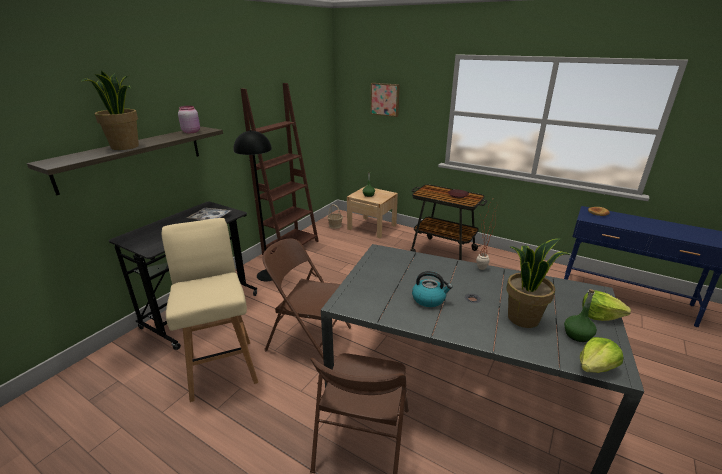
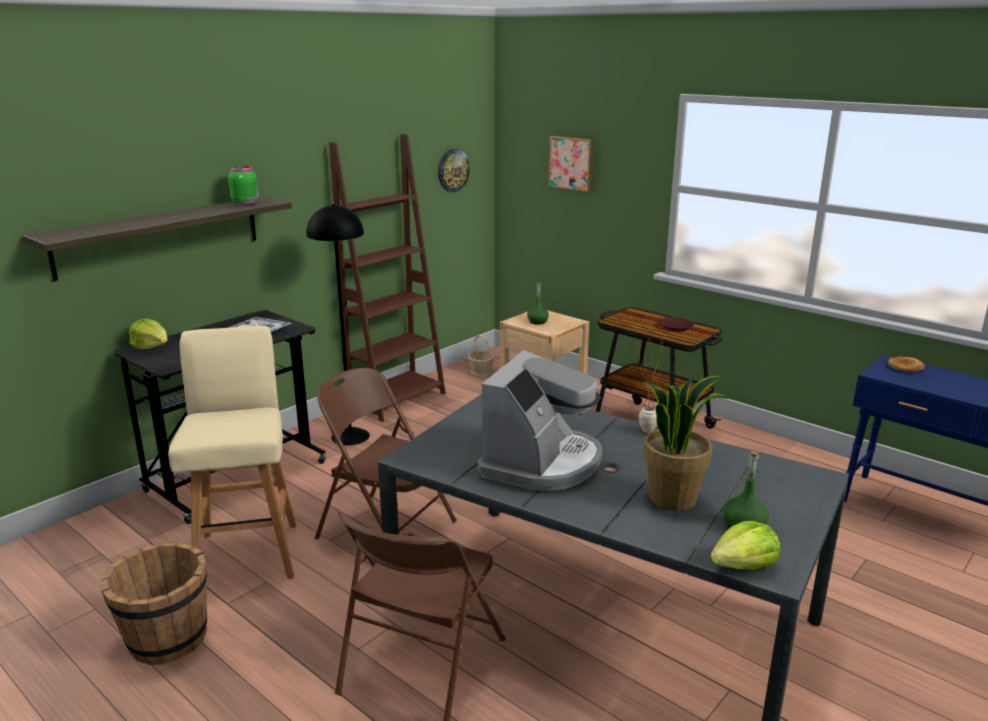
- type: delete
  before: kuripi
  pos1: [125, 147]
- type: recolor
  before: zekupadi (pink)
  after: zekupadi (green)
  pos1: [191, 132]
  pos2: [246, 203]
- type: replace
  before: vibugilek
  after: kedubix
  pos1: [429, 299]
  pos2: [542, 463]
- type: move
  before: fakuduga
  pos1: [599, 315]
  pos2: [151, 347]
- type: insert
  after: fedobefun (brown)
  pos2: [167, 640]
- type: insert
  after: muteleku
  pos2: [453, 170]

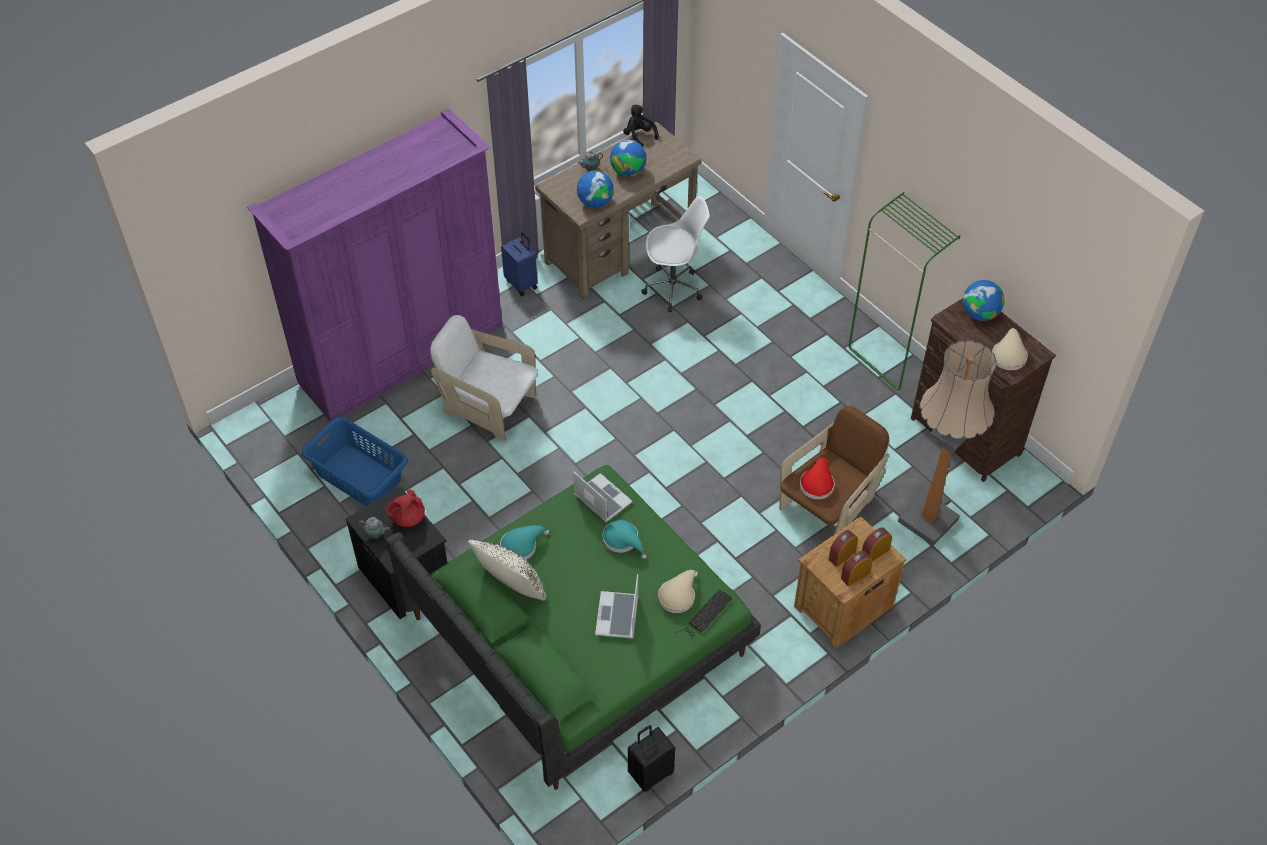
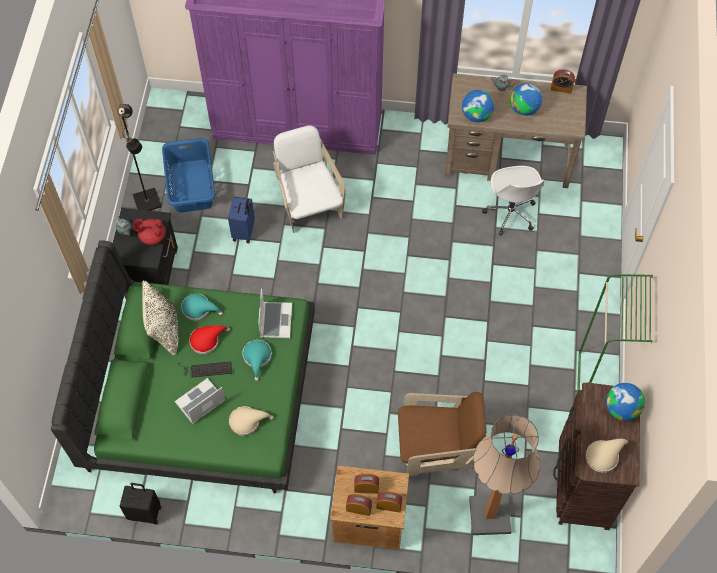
- type: move
  before: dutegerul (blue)
  pos1: [522, 284]
  pos2: [244, 231]
- type: replace
  before: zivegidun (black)
  after: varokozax
  pos1: [639, 136]
  pos2: [561, 88]
- type: rotate
  before: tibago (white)
  pos1: [674, 289]
  pos2: [510, 215]
  turn: 45
- type: move
  before: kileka
  pos1: [705, 615]
  pos2: [206, 369]
- type: move
  before: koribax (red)
  pos1: [817, 483]
  pos2: [206, 340]
- type: insert
  after: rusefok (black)
  pos2: [147, 201]

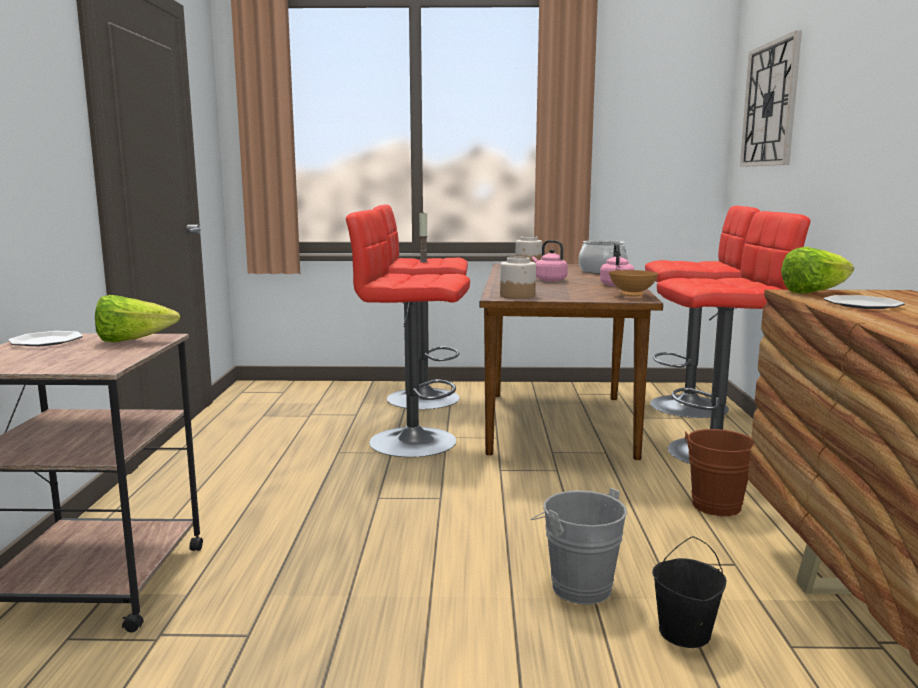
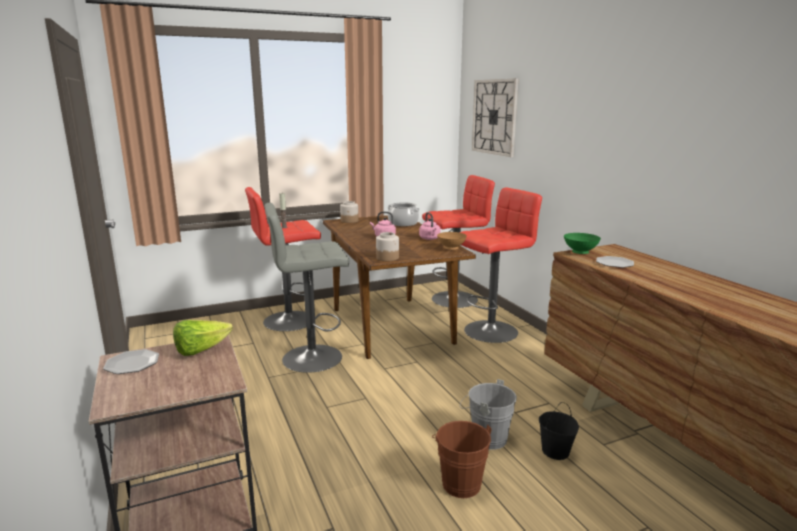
- type: recolor
  before: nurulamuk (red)
  after: nurulamuk (grey)
  pos1: [412, 441]
  pos2: [311, 358]
- type: move
  before: fedobefun (brown)
  pos1: [715, 503]
  pos2: [459, 481]
- type: replace
  before: fakuduga
  after: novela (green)
  pos1: [814, 292]
  pos2: [579, 253]

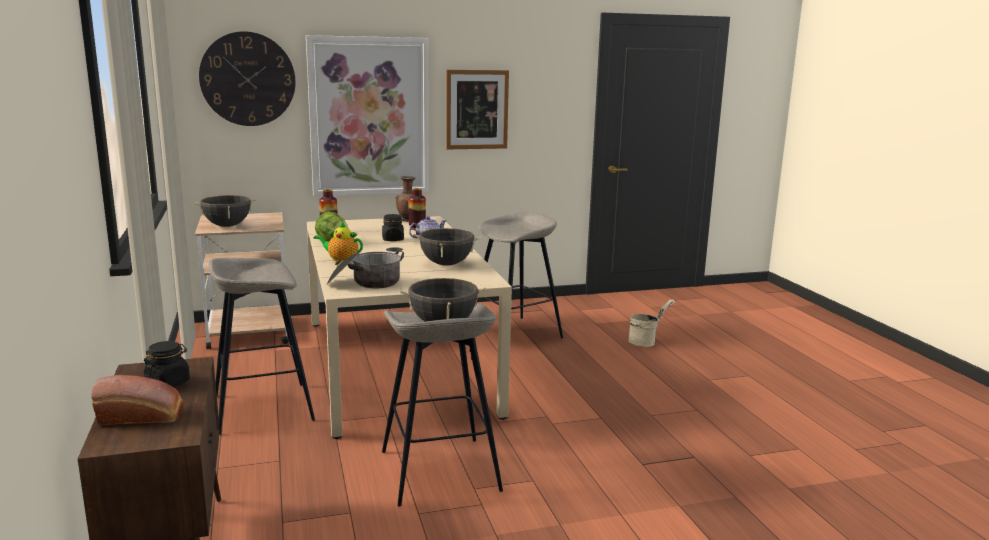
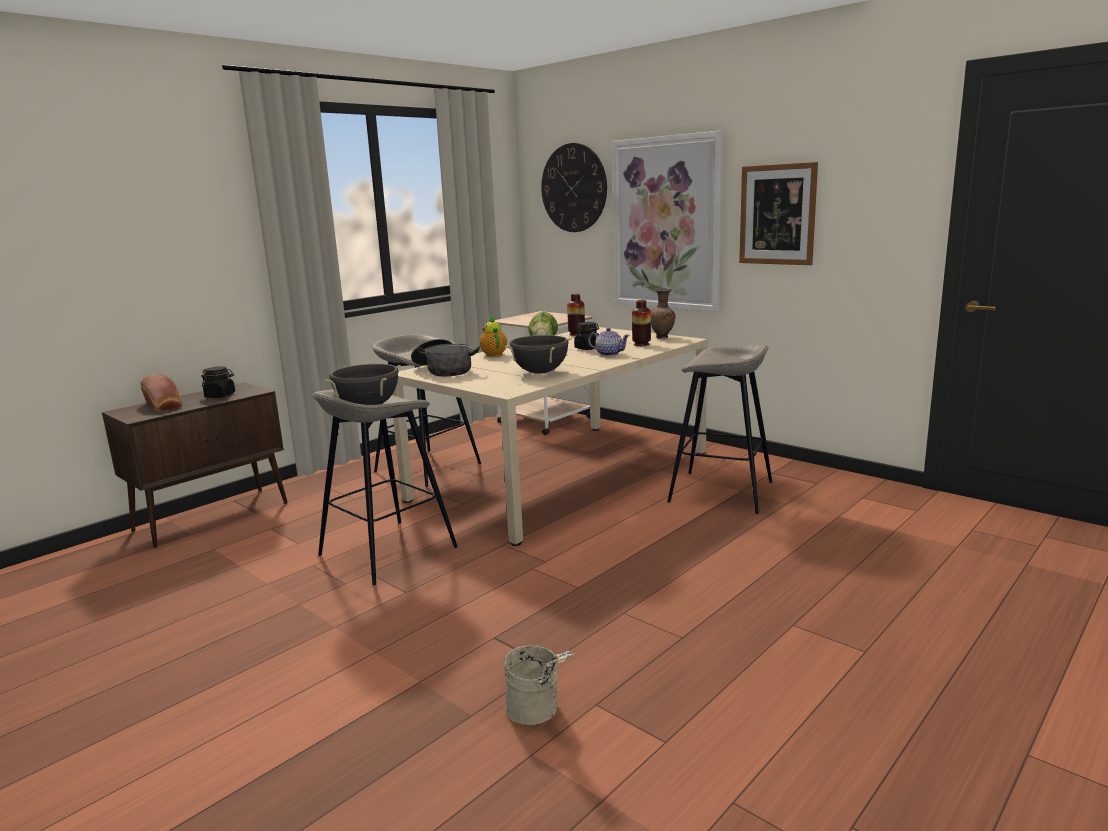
- type: delete
  before: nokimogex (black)
  pos1: [227, 226]
- type: move
  before: fedobefun (beige)
  pos1: [646, 342]
  pos2: [538, 713]

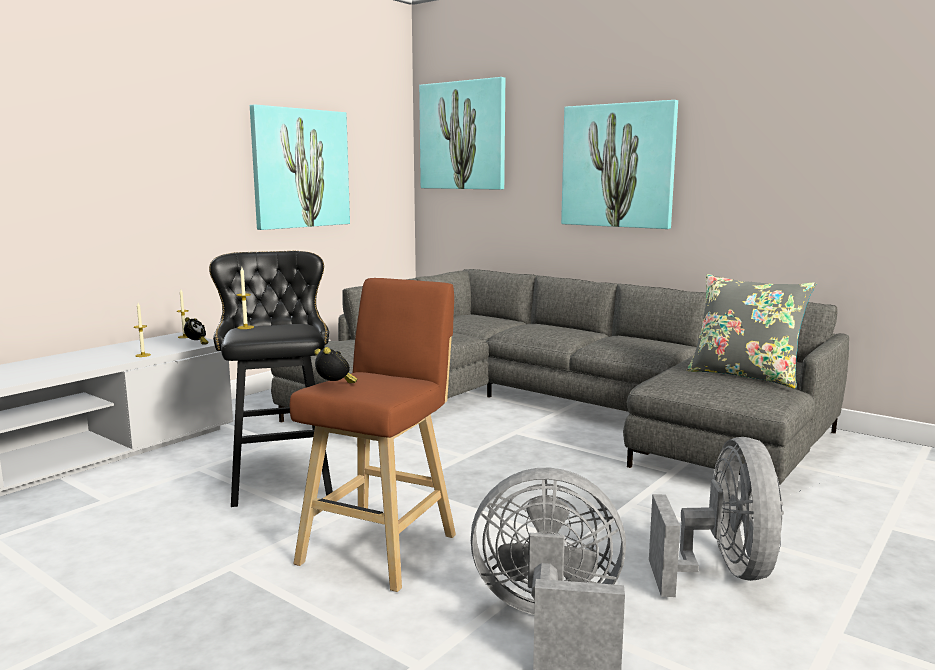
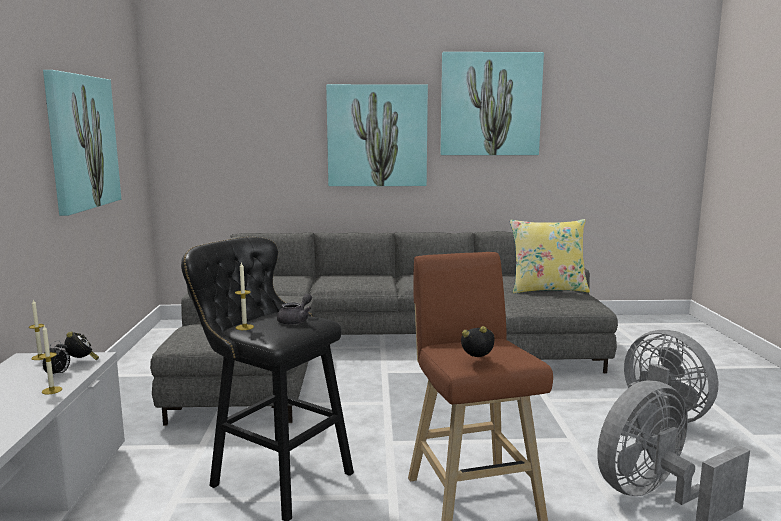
- type: move
  before: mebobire
  pos1: [463, 136]
  pos2: [490, 104]
- type: recolor
  before: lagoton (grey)
  after: lagoton (yellow)
  pos1: [745, 376]
  pos2: [547, 289]
- type: insert
  after: varokozax
  pos2: [58, 374]
- type: insert
  after: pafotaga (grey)
  pos2: [296, 320]

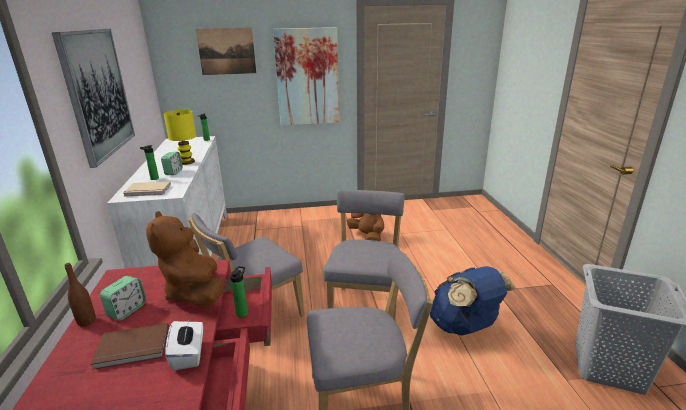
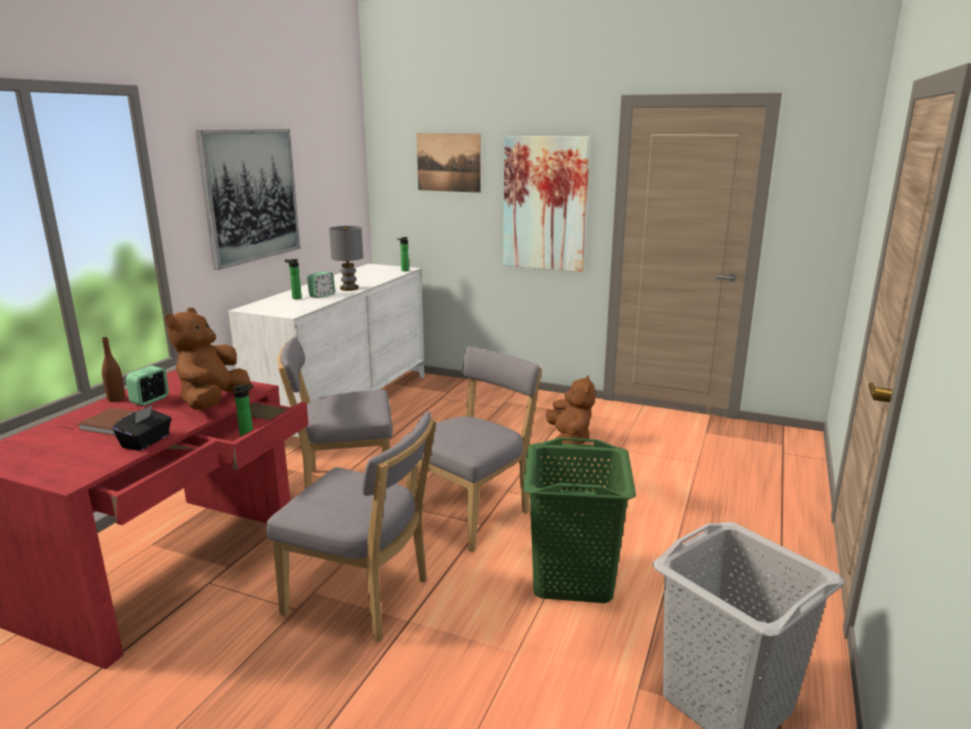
- type: rotate
  before: varokozax
  pos1: [127, 310]
  pos2: [150, 400]
  turn: 150
- type: delete
  before: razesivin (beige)
  pos1: [147, 191]
- type: recolor
  before: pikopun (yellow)
  after: pikopun (grey)
  pos1: [186, 162]
  pos2: [348, 288]
- type: recolor
  before: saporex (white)
  after: saporex (black)
  pos1: [189, 354]
  pos2: [146, 442]
- type: replace
  before: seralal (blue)
  after: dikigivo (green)
  pos1: [465, 327]
  pos2: [572, 578]

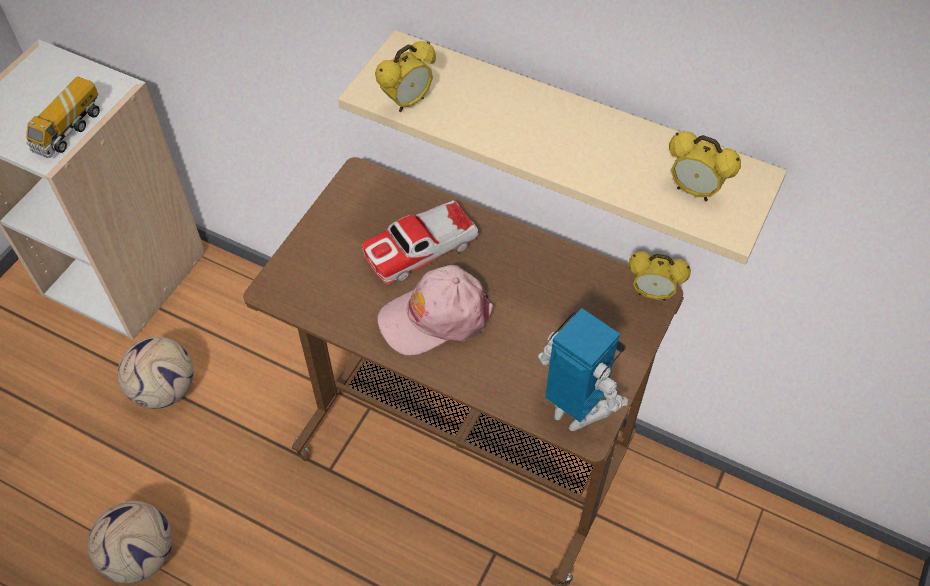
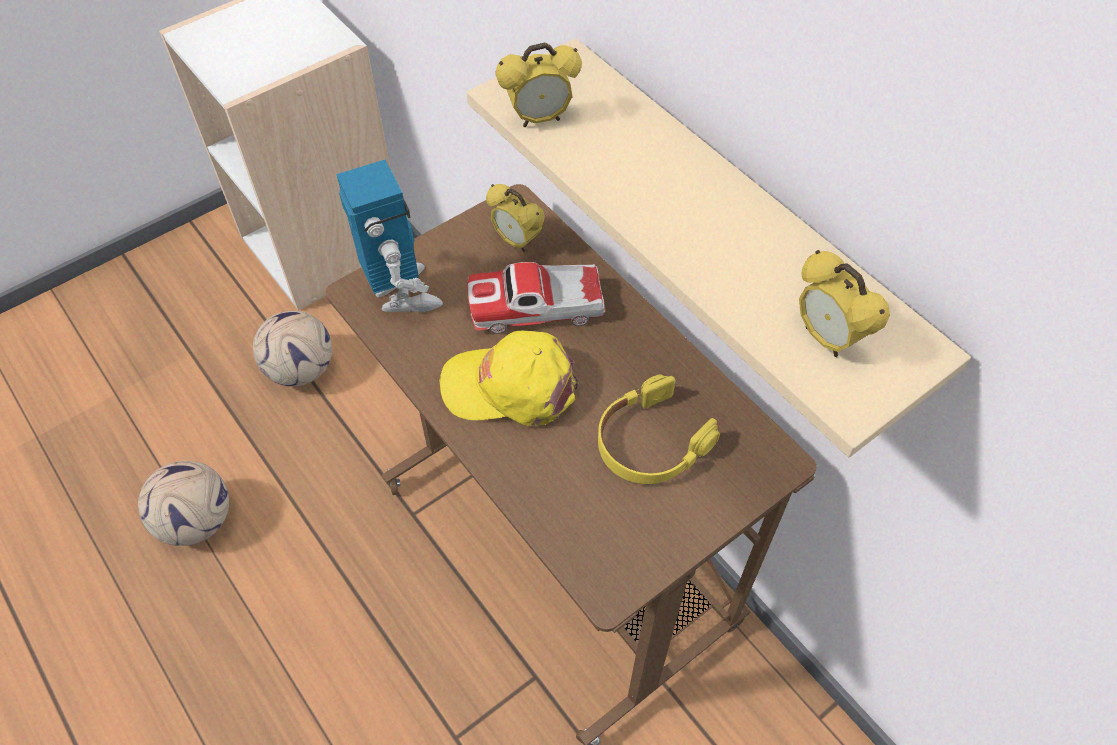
- type: delete
  before: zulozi
  pos1: [68, 130]
- type: recolor
  before: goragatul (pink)
  after: goragatul (yellow)
  pos1: [435, 317]
  pos2: [510, 386]
- type: move
  before: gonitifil
  pos1: [576, 409]
  pos2: [402, 294]
- type: move
  before: varokozax
  pos1: [652, 293]
  pos2: [517, 242]
- type: insert
  after: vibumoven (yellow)
  pos2: [650, 442]

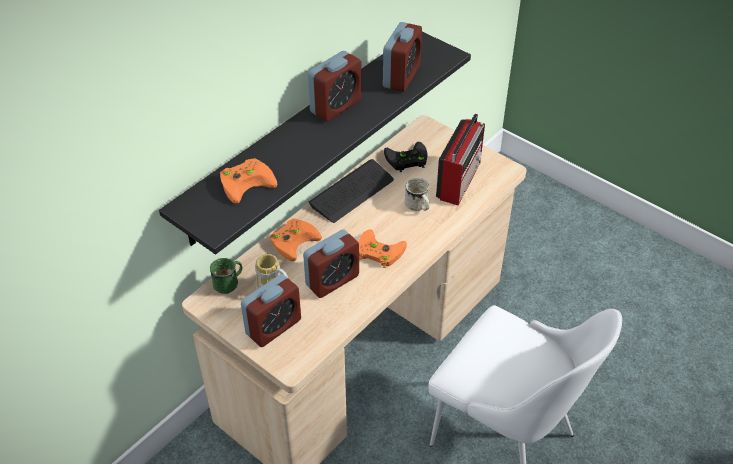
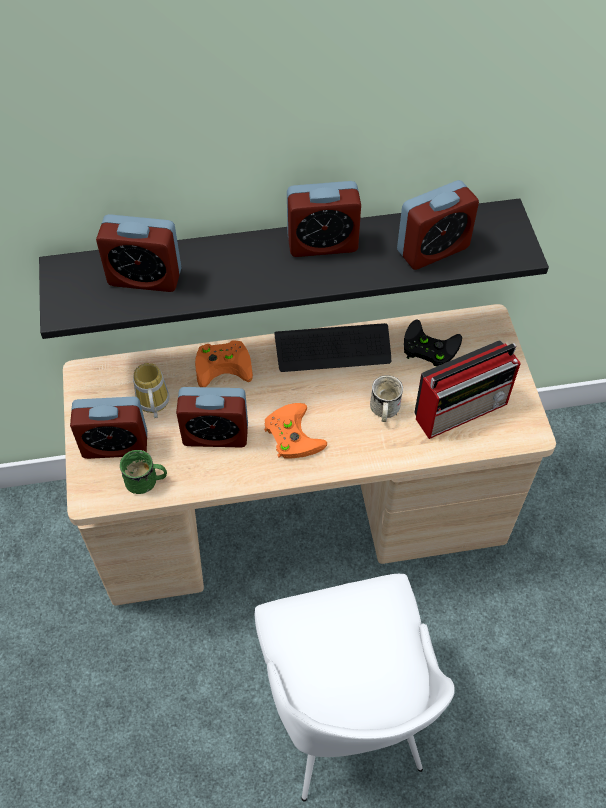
- type: move
  before: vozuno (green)
  pos1: [229, 283]
  pos2: [146, 481]
- type: replace
  before: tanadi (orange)
  after: varokozax
  pos1: [247, 181]
  pos2: [145, 277]

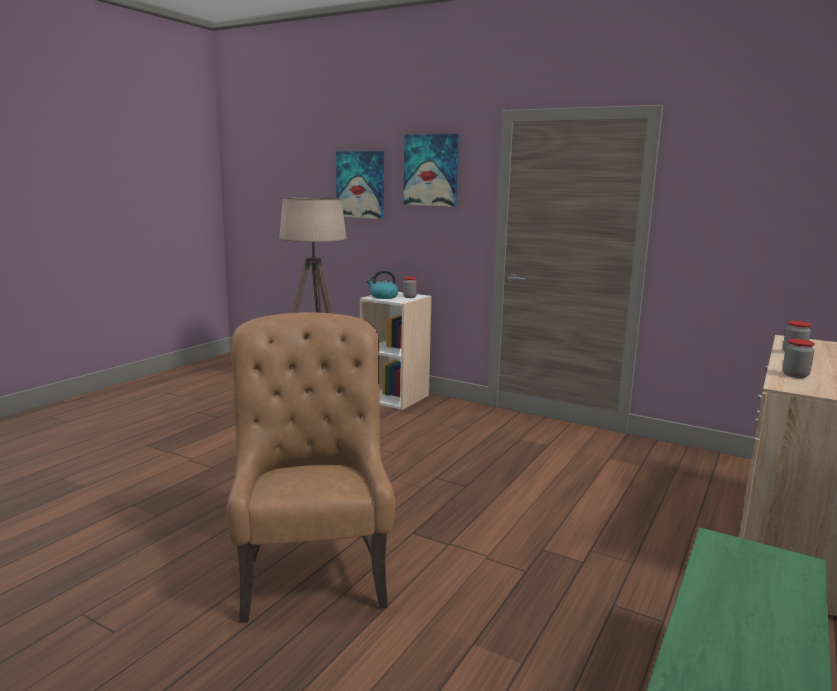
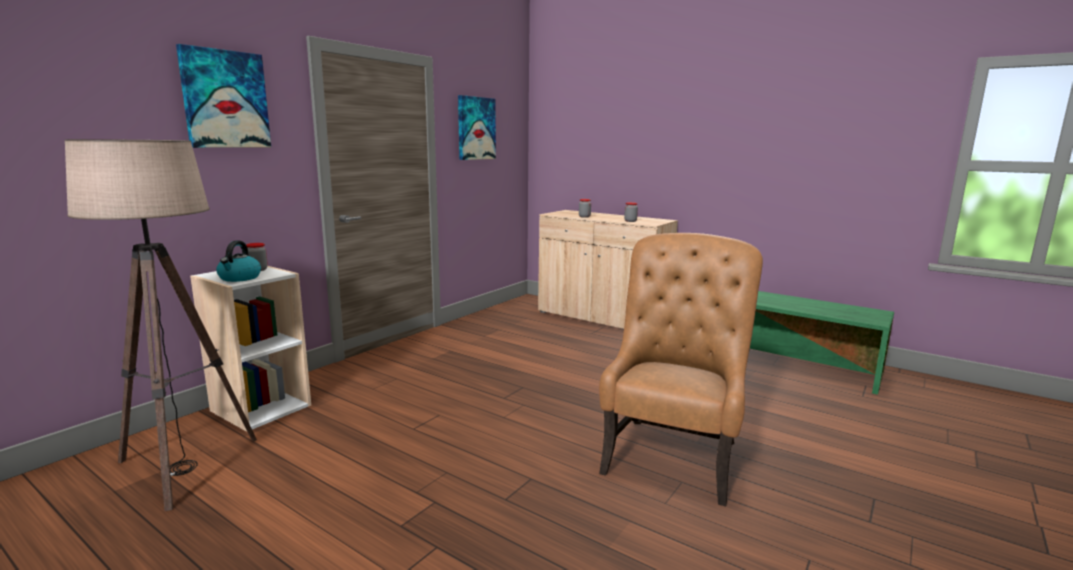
- type: rotate
  before: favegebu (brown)
  pos1: [312, 570]
  pos2: [672, 456]
  turn: 120
- type: move
  before: mebobire
  pos1: [361, 184]
  pos2: [476, 128]

